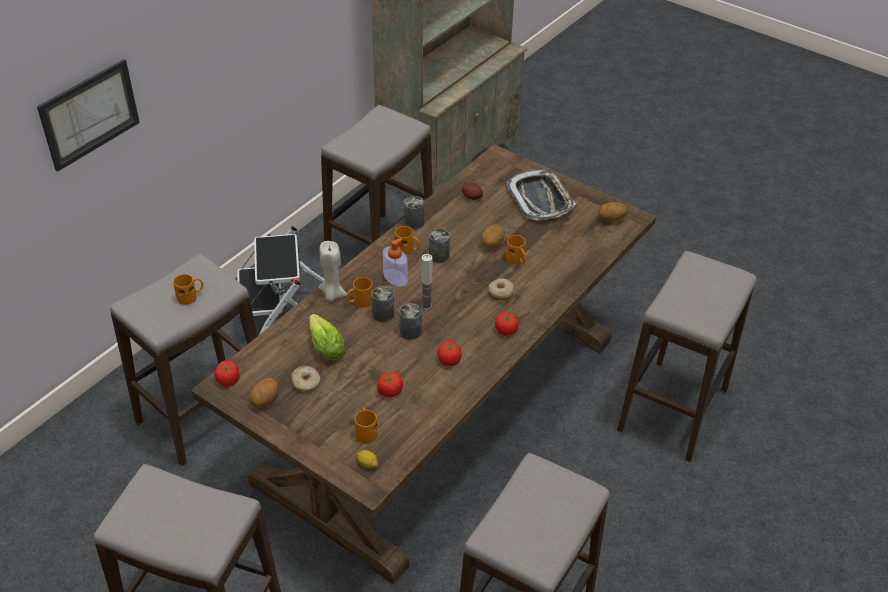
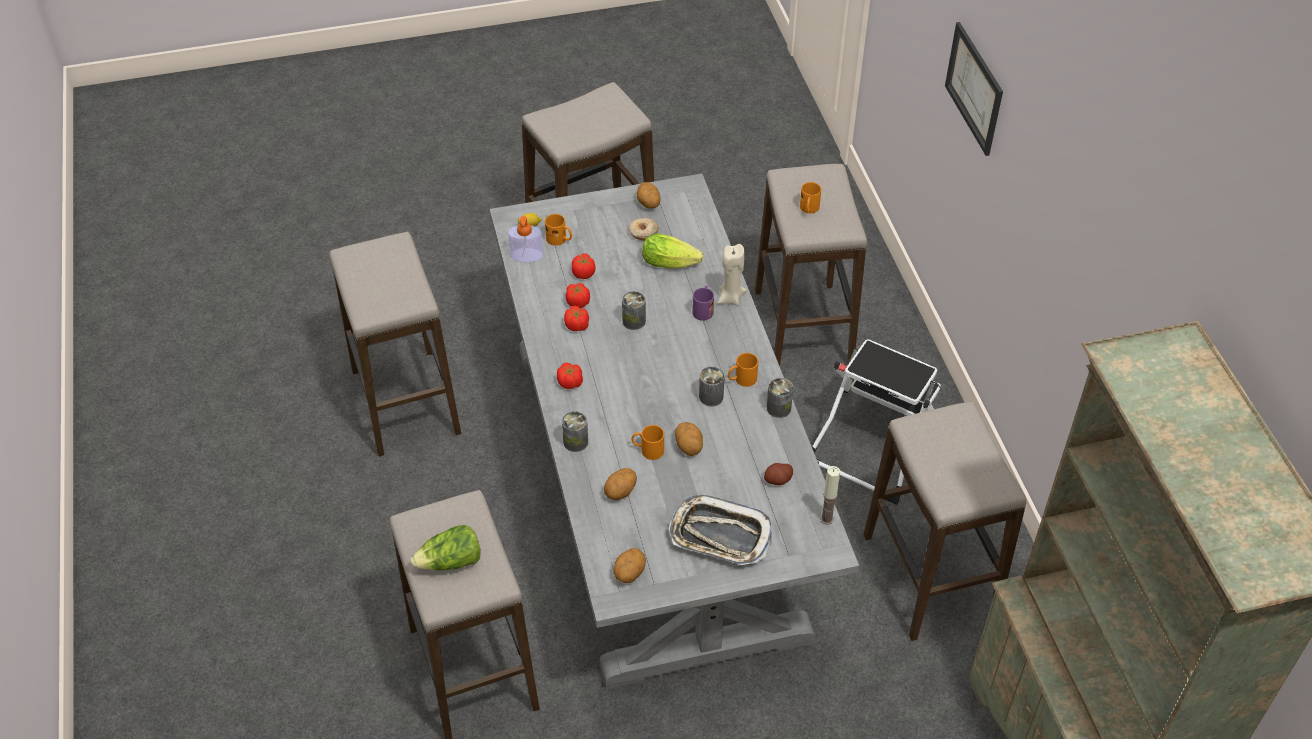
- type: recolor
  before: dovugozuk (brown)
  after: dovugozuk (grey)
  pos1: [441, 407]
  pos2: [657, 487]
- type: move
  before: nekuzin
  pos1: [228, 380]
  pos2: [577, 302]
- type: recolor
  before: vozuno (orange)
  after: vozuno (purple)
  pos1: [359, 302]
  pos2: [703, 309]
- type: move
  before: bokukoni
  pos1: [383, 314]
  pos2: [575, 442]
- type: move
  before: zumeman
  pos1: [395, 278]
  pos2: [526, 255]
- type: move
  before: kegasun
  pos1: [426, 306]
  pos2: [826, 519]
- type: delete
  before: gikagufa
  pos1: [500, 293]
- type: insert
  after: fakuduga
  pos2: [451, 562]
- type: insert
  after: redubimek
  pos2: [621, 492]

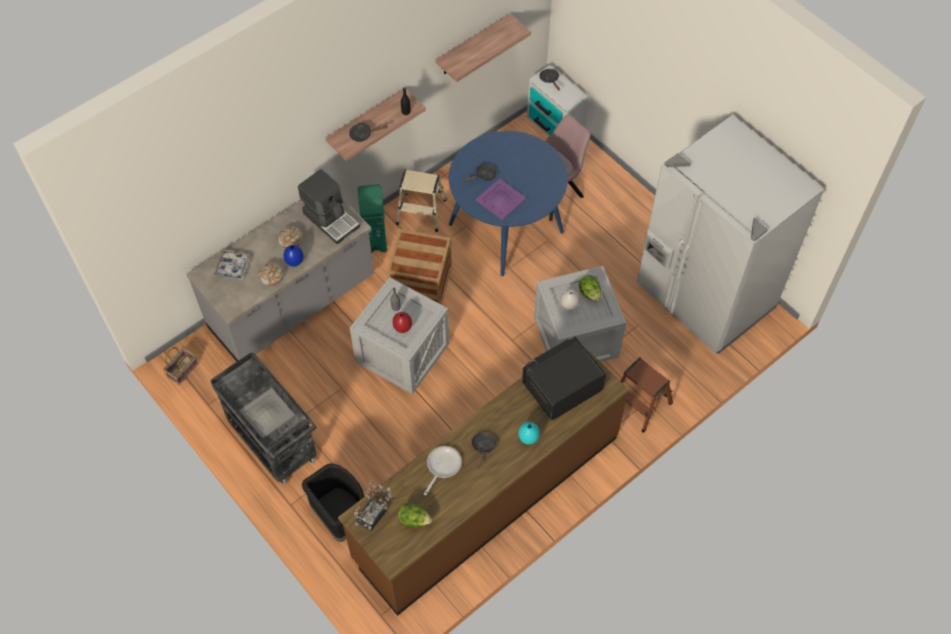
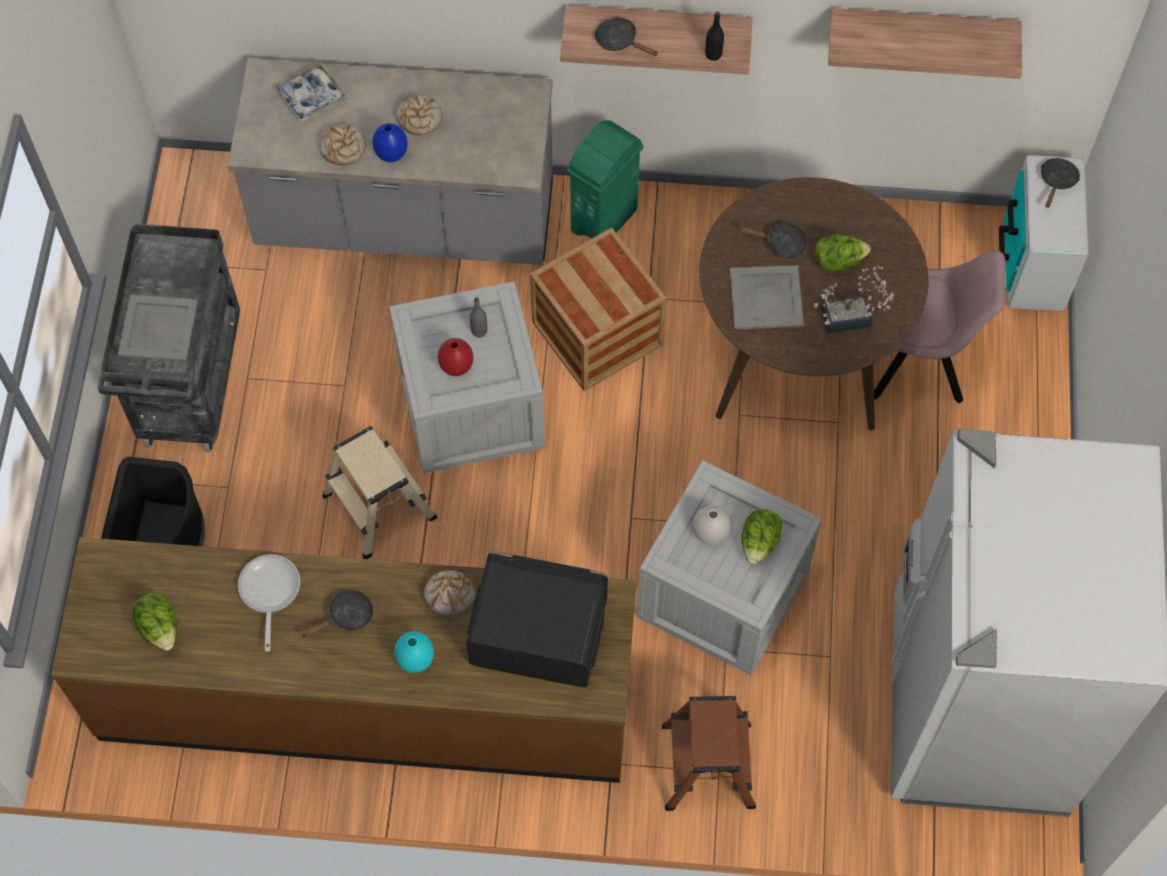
- type: delete
  before: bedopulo
  pos1: [182, 369]
- type: delete
  before: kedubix
  pos1: [331, 219]
- type: move
  before: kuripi
  pos1: [374, 513]
  pos2: [852, 317]
- type: move
  before: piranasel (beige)
  pos1: [421, 211]
  pos2: [379, 506]
- type: rotate
  before: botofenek
  pos1: [442, 466]
  pos2: [269, 592]
  turn: -75
- type: recolor
  before: dovugozuk (blue)
  after: dovugozuk (brown)
  pos1: [506, 228]
  pos2: [797, 354]
- type: recolor
  before: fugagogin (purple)
  after: fugagogin (grey)
  pos1: [500, 200]
  pos2: [765, 298]
- type: insert
  after: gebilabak
  pos2: [450, 596]
- type: insert
  after: fakuduga
  pos2: [838, 261]

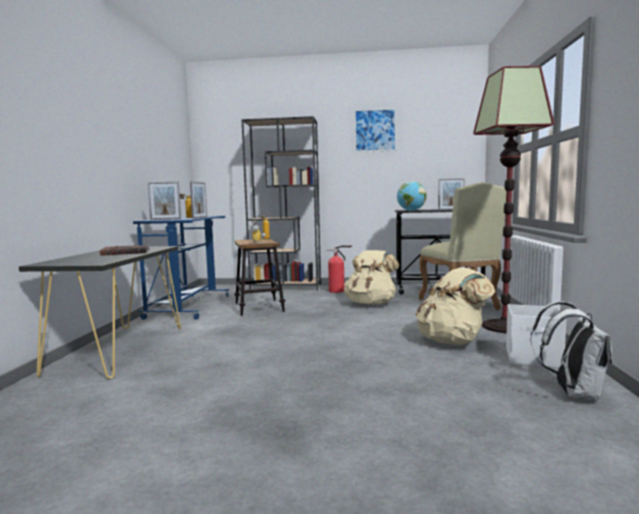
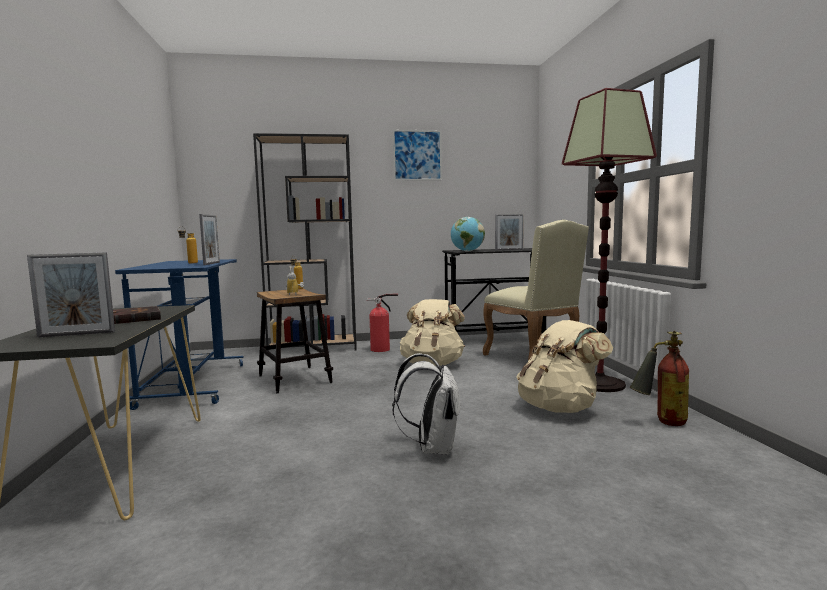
- type: move
  before: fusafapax
  pos1: [165, 219]
  pos2: [77, 334]
- type: replace
  before: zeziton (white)
  after: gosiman
  pos1: [534, 358]
  pos2: [660, 422]
- type: move
  before: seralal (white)
  pos1: [573, 393]
  pos2: [432, 448]

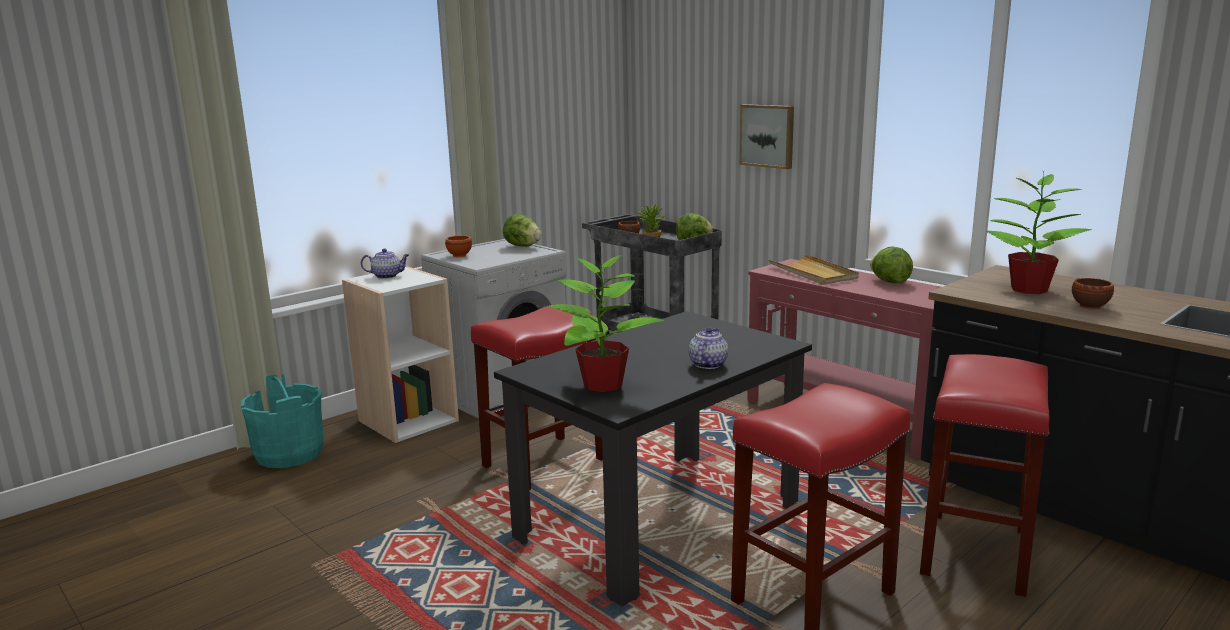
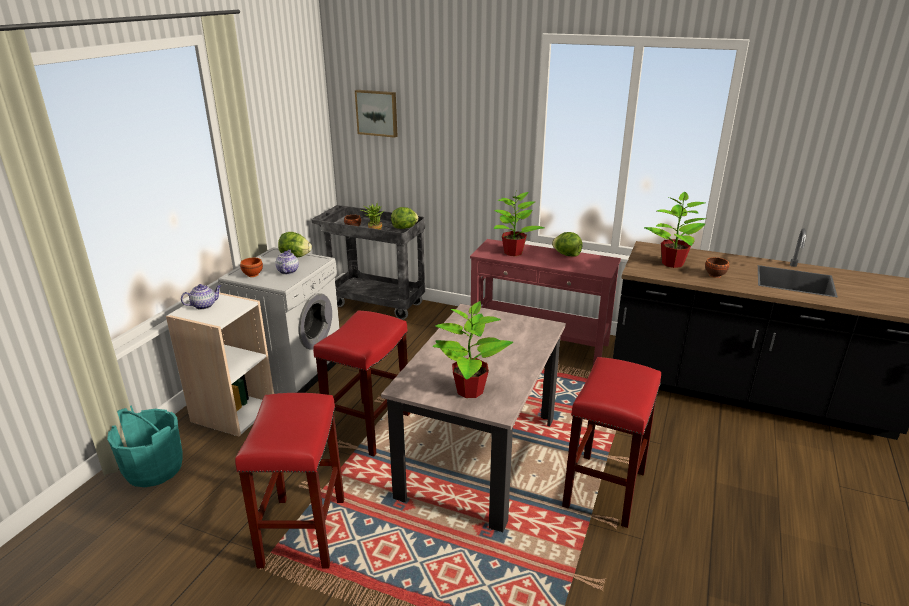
- type: recolor
  before: dovugozuk (black)
  after: dovugozuk (beige)
  pos1: [659, 520]
  pos2: [479, 456]
- type: move
  before: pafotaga
  pos1: [707, 364]
  pos2: [288, 271]
- type: move
  before: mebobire
  pos1: [768, 136]
  pos2: [377, 113]
- type: replace
  before: fugagogin (beige)
  after: kuripi
  pos1: [813, 273]
  pos2: [513, 252]
- type: move
  before: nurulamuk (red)
  pos1: [974, 551]
  pos2: [302, 530]

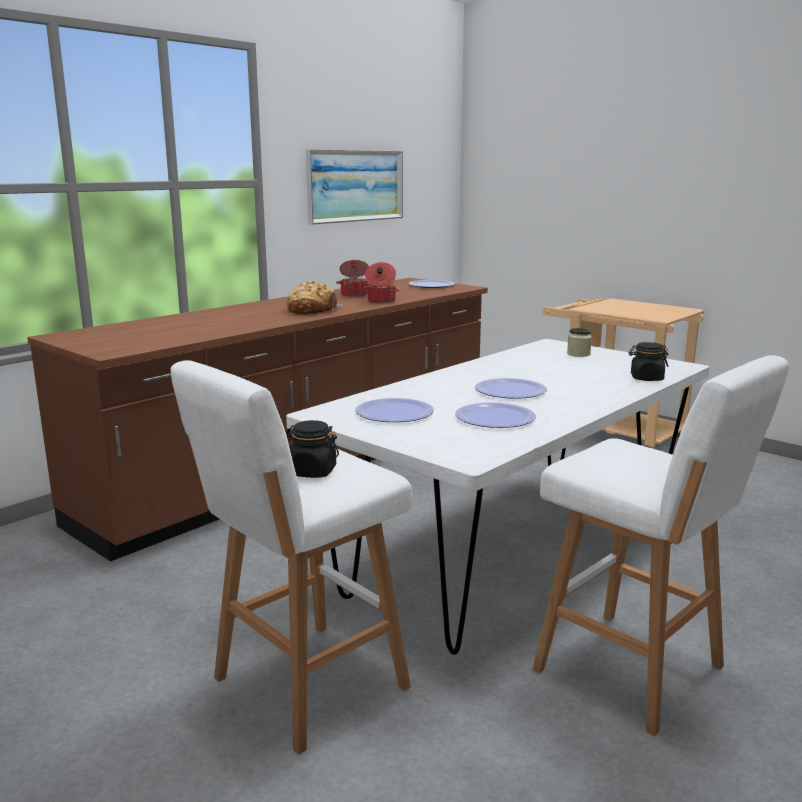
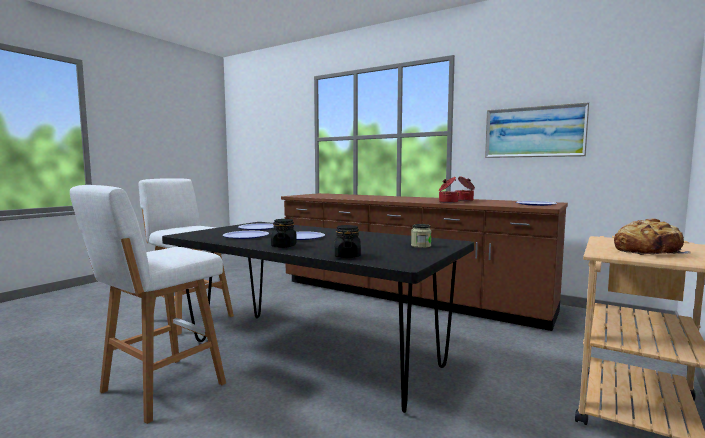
- type: move
  before: gebilabak
  pos1: [312, 310]
  pos2: [648, 251]
- type: recolor
  before: dovugozuk (white)
  after: dovugozuk (black)
  pos1: [514, 552]
  pos2: [311, 353]
- type: move
  before: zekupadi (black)
  pos1: [312, 472]
  pos2: [284, 246]

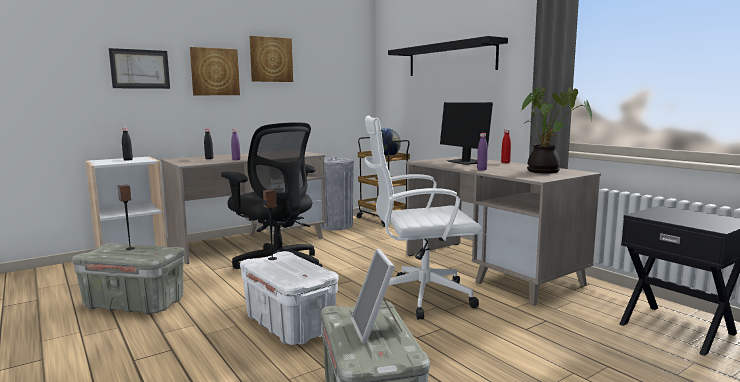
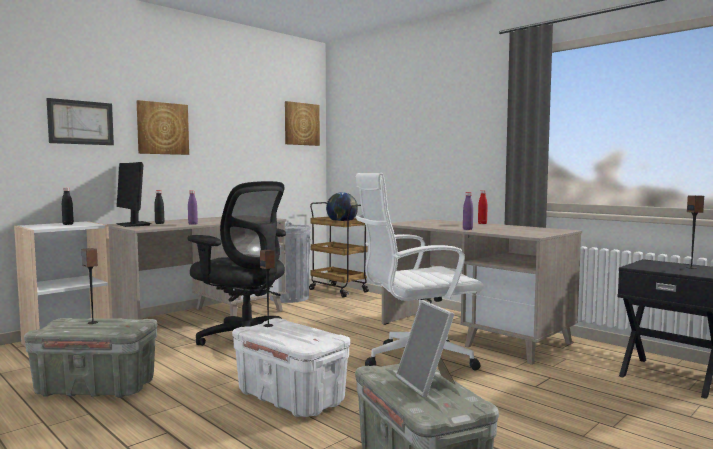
- type: move
  before: mebobire
  pos1: [271, 59]
  pos2: [301, 124]
- type: delete
  before: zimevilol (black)
  pos1: [450, 59]
- type: move
  before: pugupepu
  pos1: [465, 162]
  pos2: [133, 225]
- type: delete
  before: kuripi
  pos1: [546, 171]
- type: insert
  after: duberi
  pos2: [691, 267]

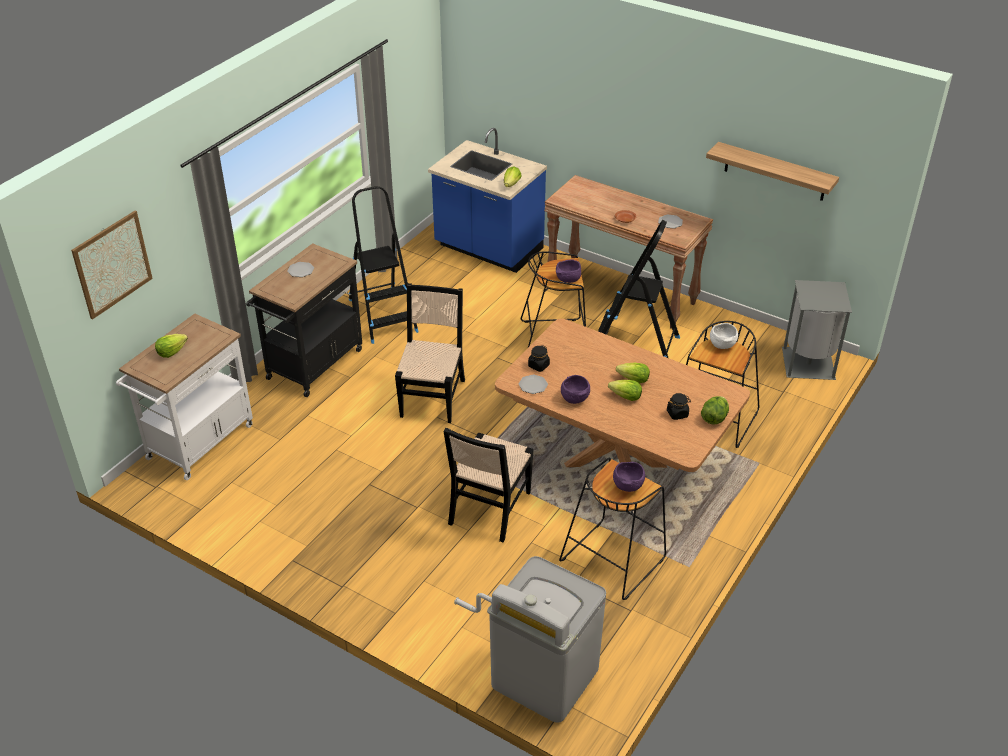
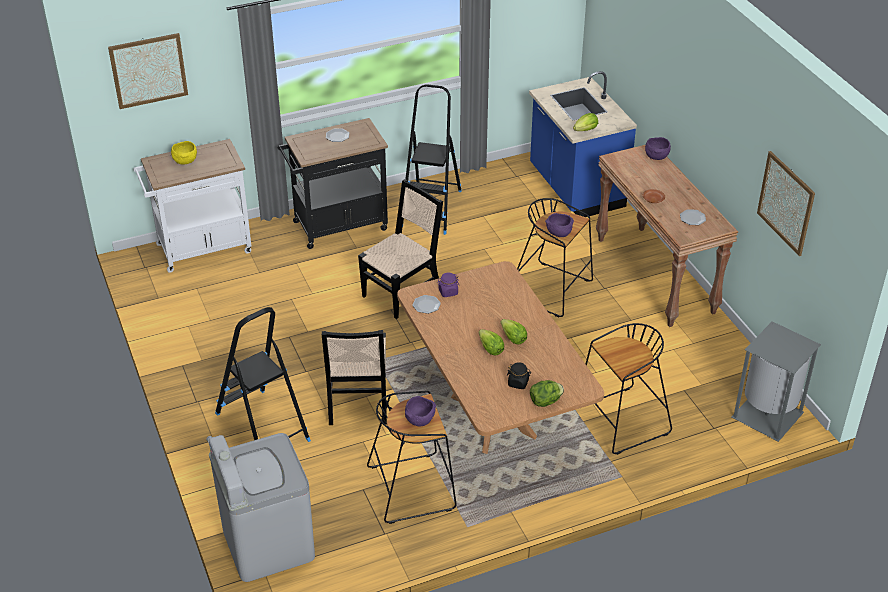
- type: replace
  before: fakuduga
  after: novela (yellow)
  pos1: [171, 352]
  pos2: [185, 161]
- type: rotate
  before: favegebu
  pos1: [490, 509]
  pos2: [358, 400]
  turn: -60
- type: recolor
  before: zekupadi (black)
  after: zekupadi (purple)
  pos1: [538, 366]
  pos2: [448, 292]
- type: move
  before: novela (purple)
  pos1: [574, 398]
  pos2: [656, 157]
- type: move
  before: piranasel (black)
  pos1: [634, 344]
  pos2: [261, 426]
- type: replace
  before: zimevilol
  after: mebobire
  pos1: [775, 172]
  pos2: [786, 202]
- type: delete
  before: novela (white)
  pos1: [722, 345]

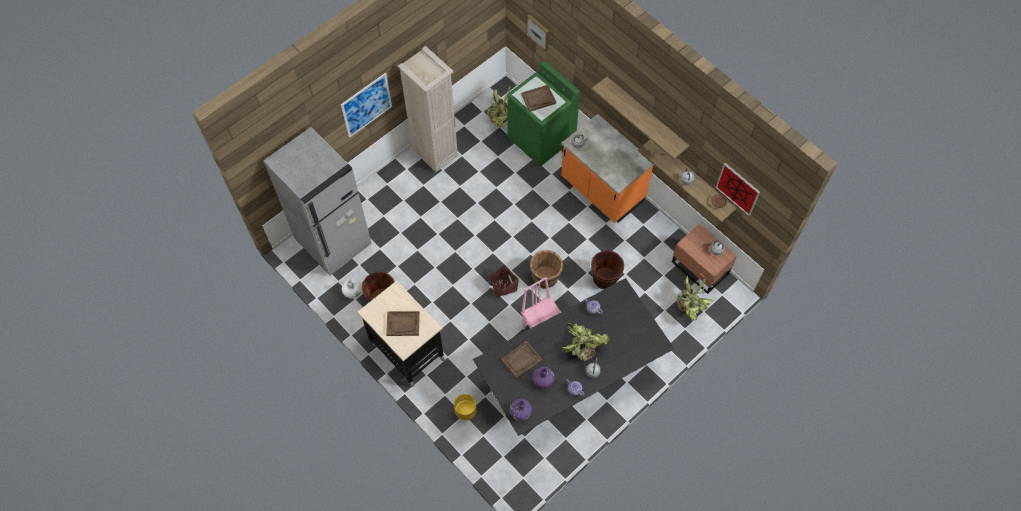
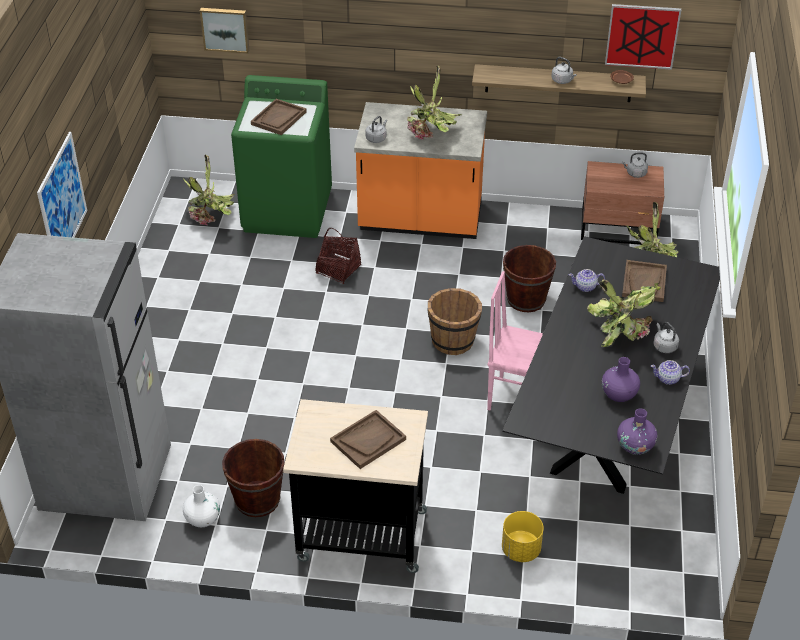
- type: delete
  before: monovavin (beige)
  pos1: [435, 152]
- type: move
  before: bedopulo
  pos1: [503, 286]
  pos2: [338, 269]
- type: move
  before: fugagogin (brown)
  pos1: [521, 360]
  pos2: [644, 282]
- type: delete
  before: zimevilol
  pos1: [646, 116]
- type: insert
  after: kuripi
  pos2: [432, 135]

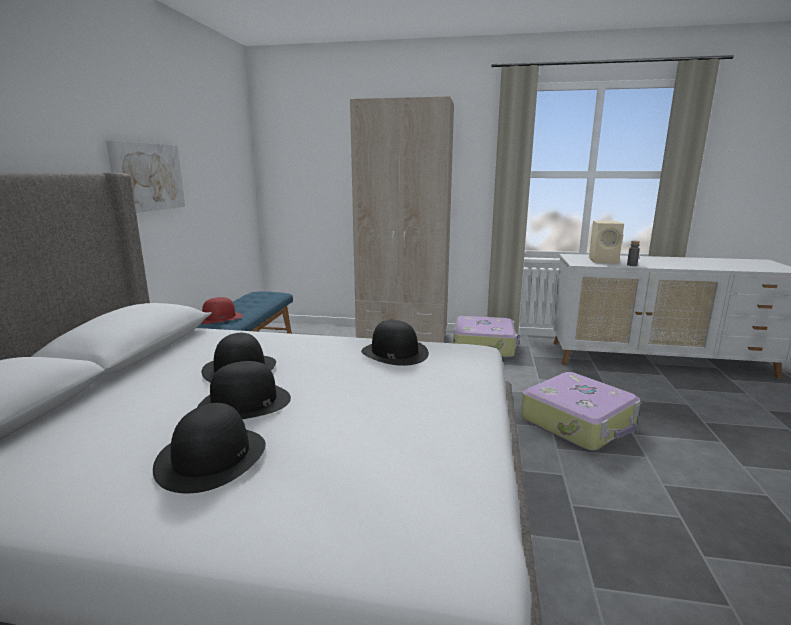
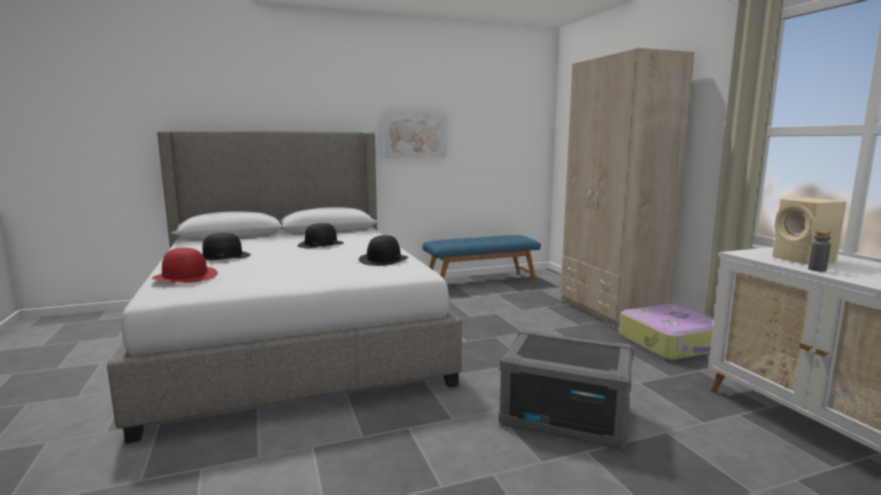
- type: delete
  before: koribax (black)
  pos1: [244, 403]
- type: move
  before: koribax (red)
  pos1: [219, 318]
  pos2: [185, 276]
- type: replace
  before: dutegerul
  after: zeziton (grey)
  pos1: [579, 422]
  pos2: [566, 416]

